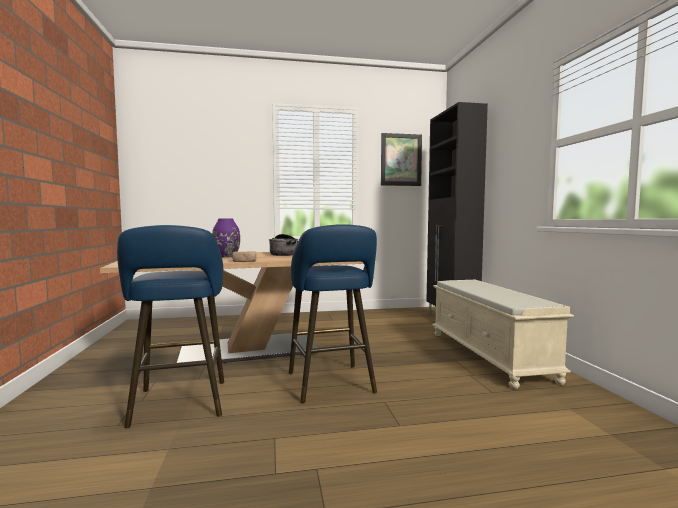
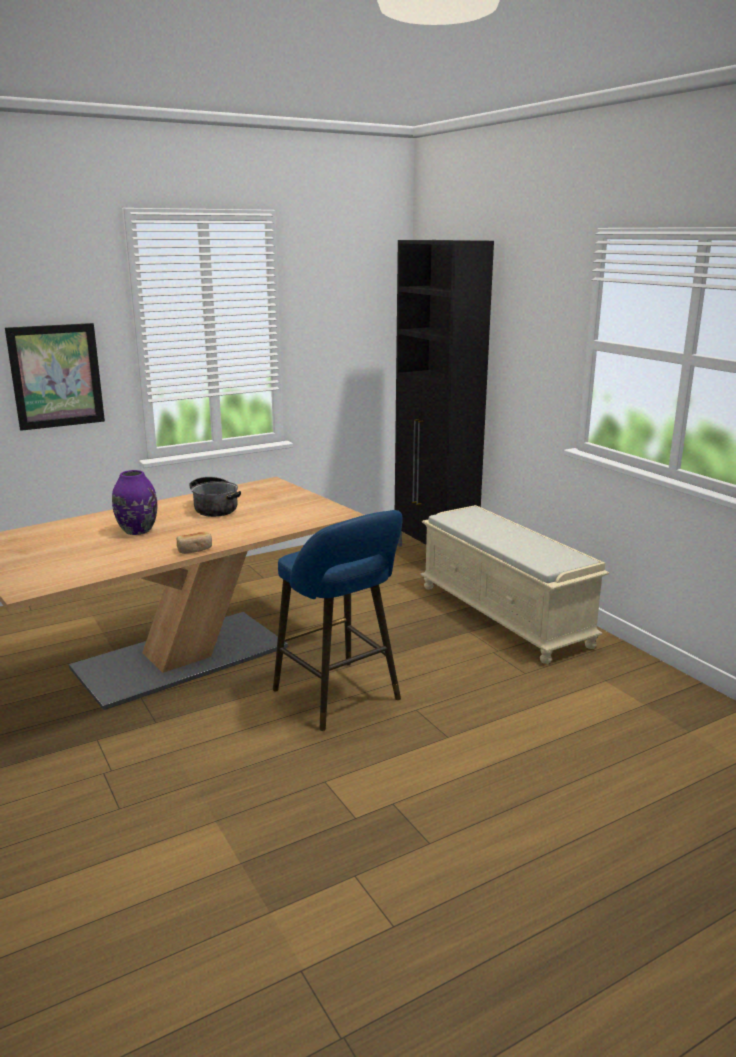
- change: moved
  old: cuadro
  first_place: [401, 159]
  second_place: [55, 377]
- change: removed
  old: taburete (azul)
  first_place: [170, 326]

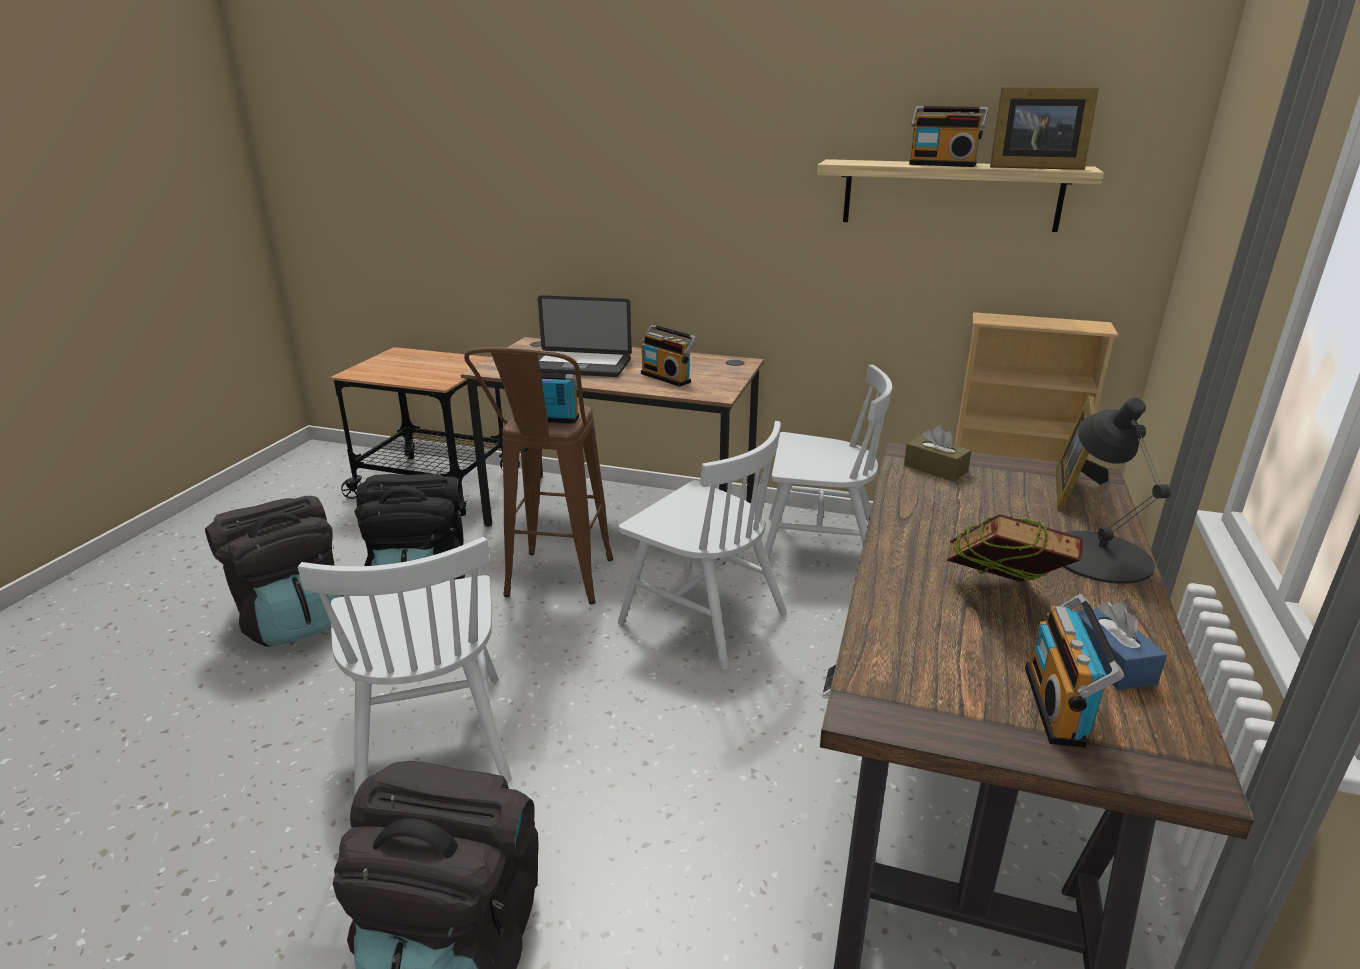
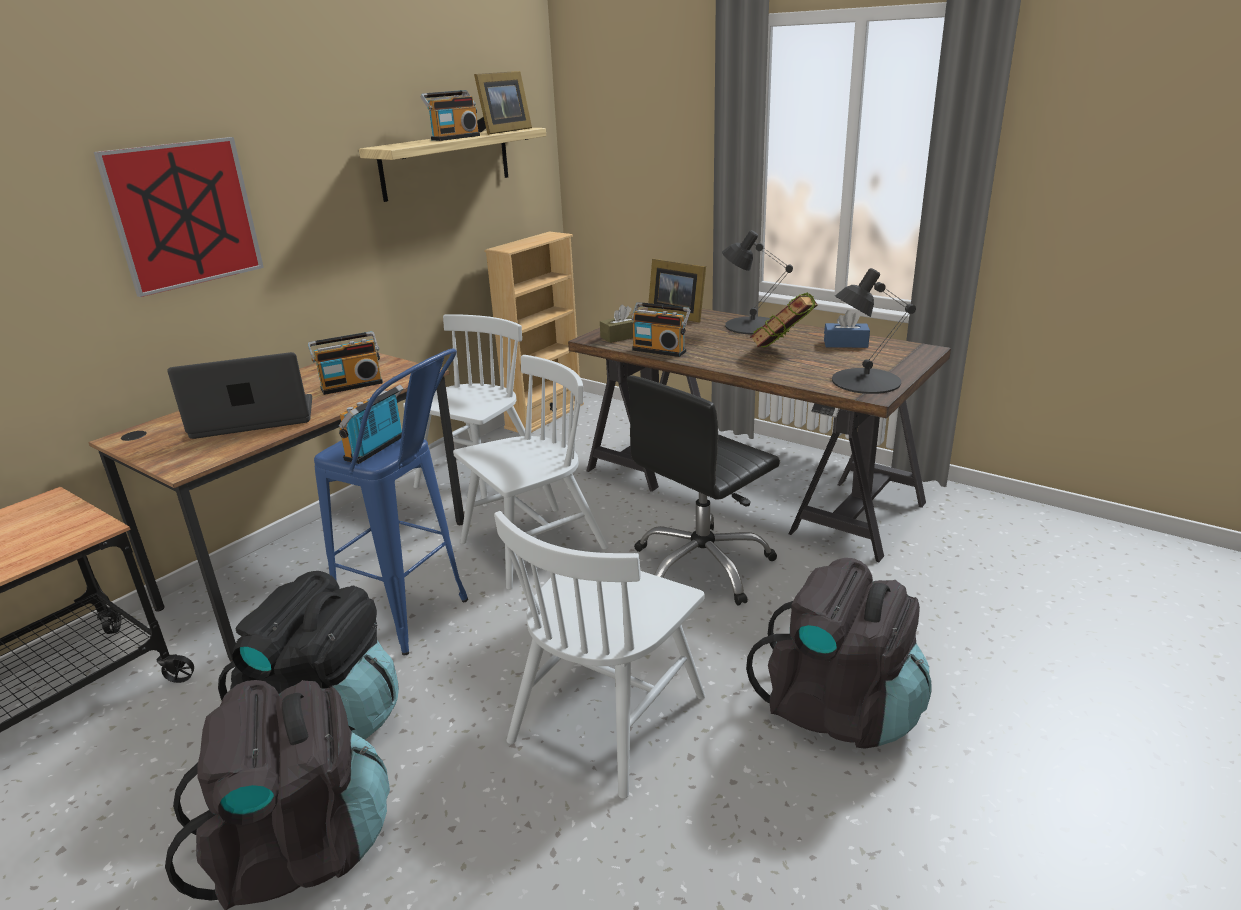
- change: turned
  old: portátil
  first_place: [585, 336]
  second_place: [239, 395]
  degrees: -135
- change: recoloured
  old: taburete (marrón)
  new: taburete (azul)
  first_place: [538, 475]
  second_place: [391, 501]
- change: turned
  old: silla (blanco)
  first_place: [405, 667]
  second_place: [600, 655]
  degrees: 120
- change: moved
  old: radio
  first_place: [1074, 671]
  second_place: [661, 329]
- change: added
  new: cuadro
  second_place: [179, 217]
- change: added
  new: lámpara de mesa (negro)
  second_place: [874, 331]
- change: added
  new: silla de oficina (negro)
  second_place: [703, 490]

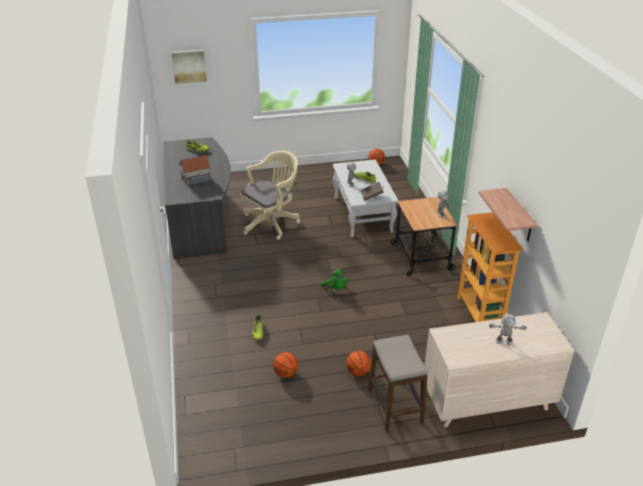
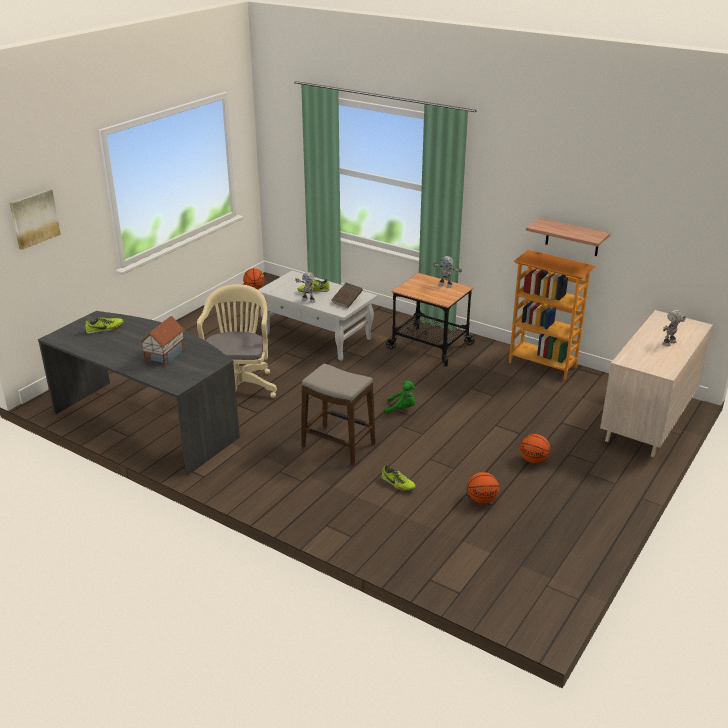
- change: moved
  old: taburete
  first_place: [398, 383]
  second_place: [338, 414]

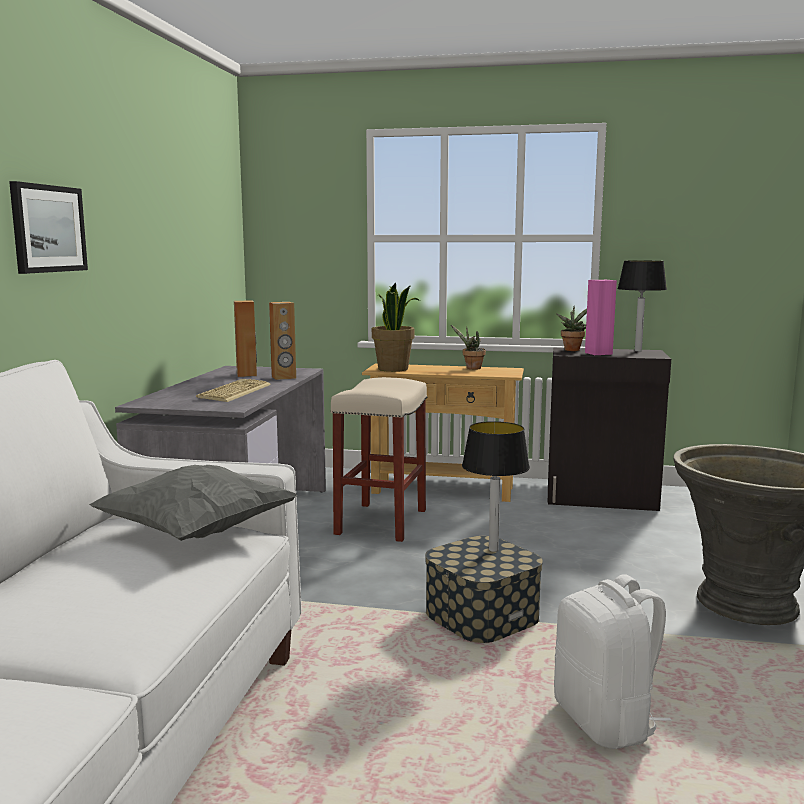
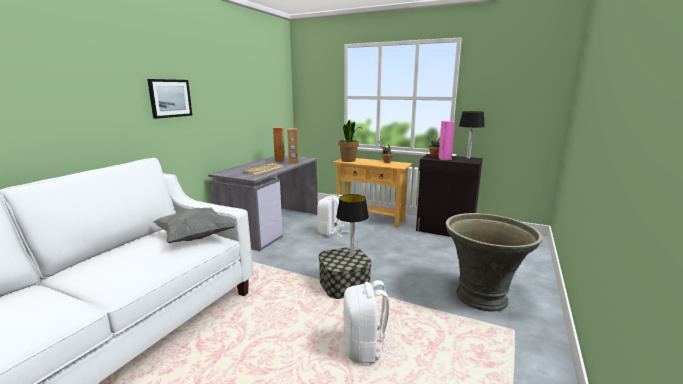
- change: replaced
  old: taburete (beis)
  new: mochila (blanco)
  first_place: [379, 459]
  second_place: [333, 215]

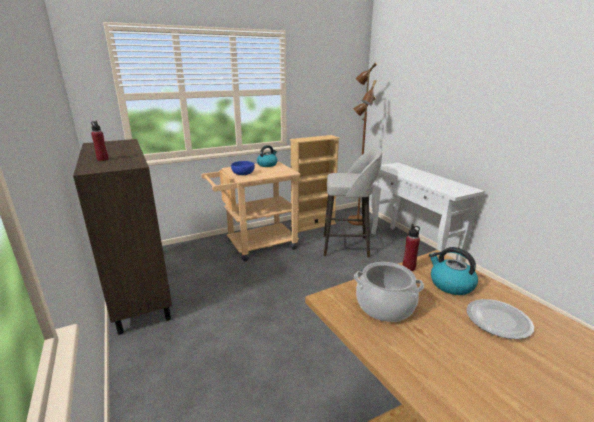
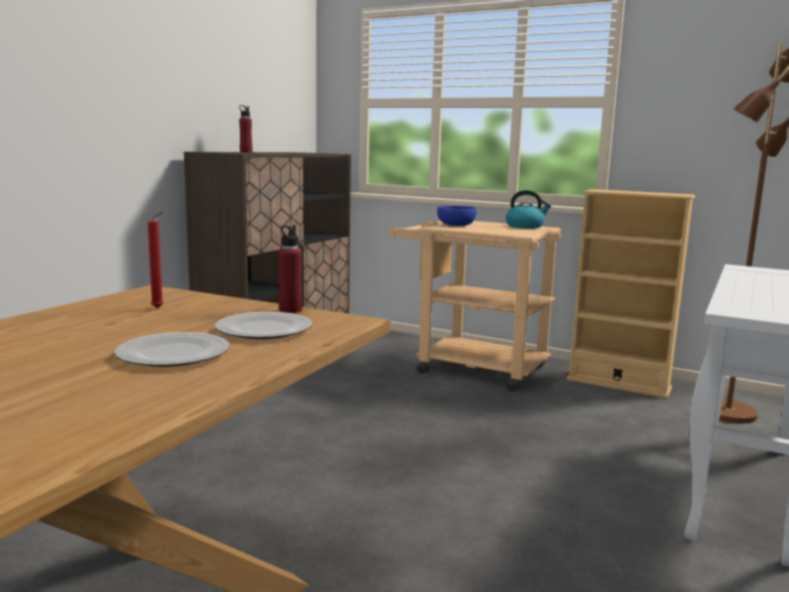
- change: removed
  old: taburete (gris)
  first_place: [353, 202]
- change: replaced
  old: hervidor
  new: plato
  first_place: [453, 271]
  second_place: [263, 325]
- change: replaced
  old: olla
  new: vela (rojo)
  first_place: [389, 292]
  second_place: [155, 260]

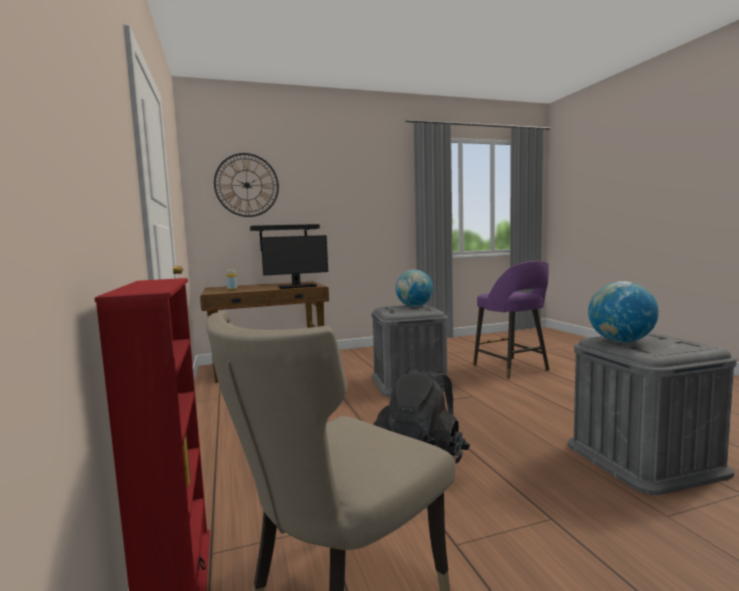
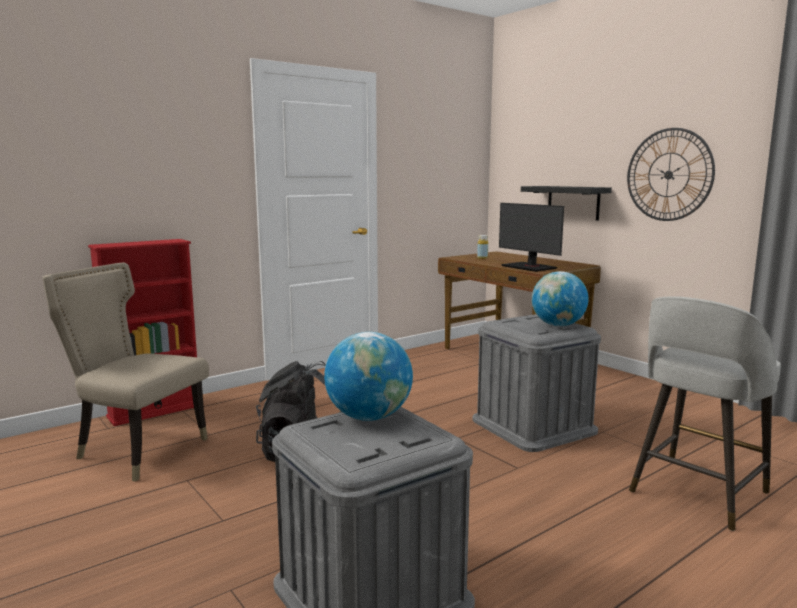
- change: moved
  old: reloj de pared
  first_place: [246, 185]
  second_place: [671, 174]
- change: recoloured
  old: taburete (morado)
  new: taburete (gris)
  first_place: [511, 320]
  second_place: [705, 413]

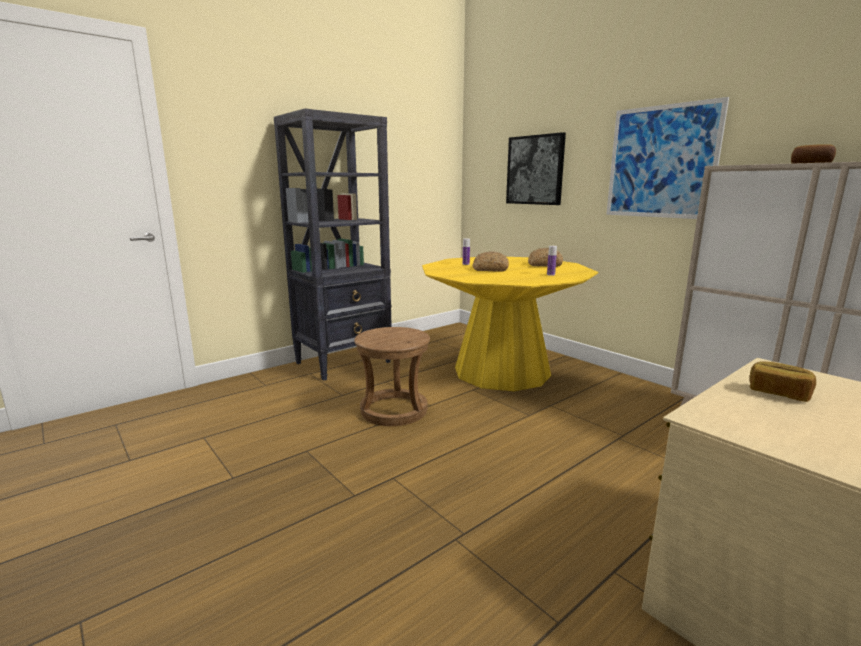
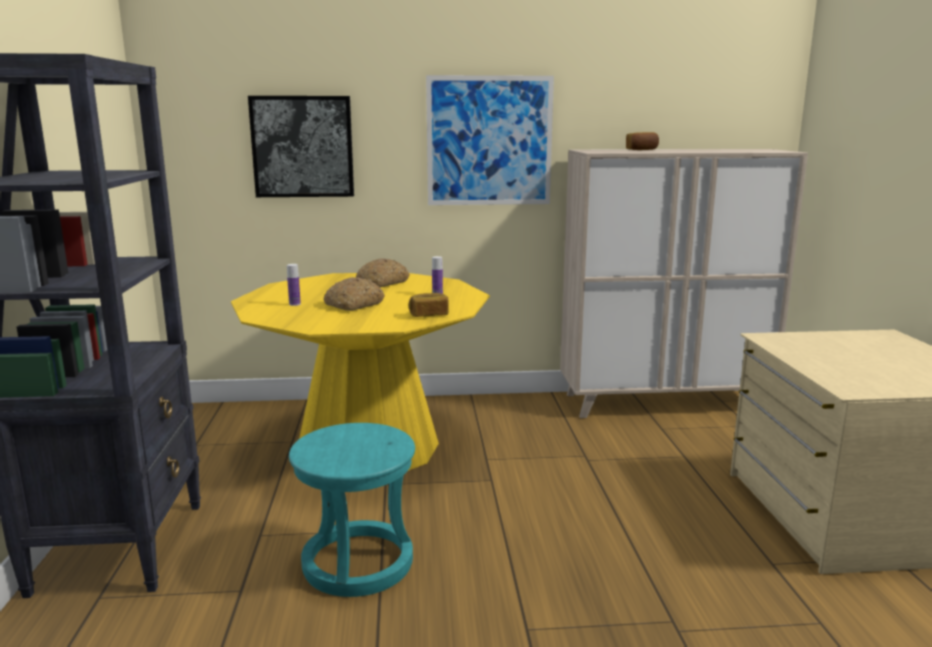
- change: recoloured
  old: taburete (marrón)
  new: taburete (turquesa)
  first_place: [392, 376]
  second_place: [352, 510]
- change: moved
  old: pan
  first_place: [783, 381]
  second_place: [429, 305]

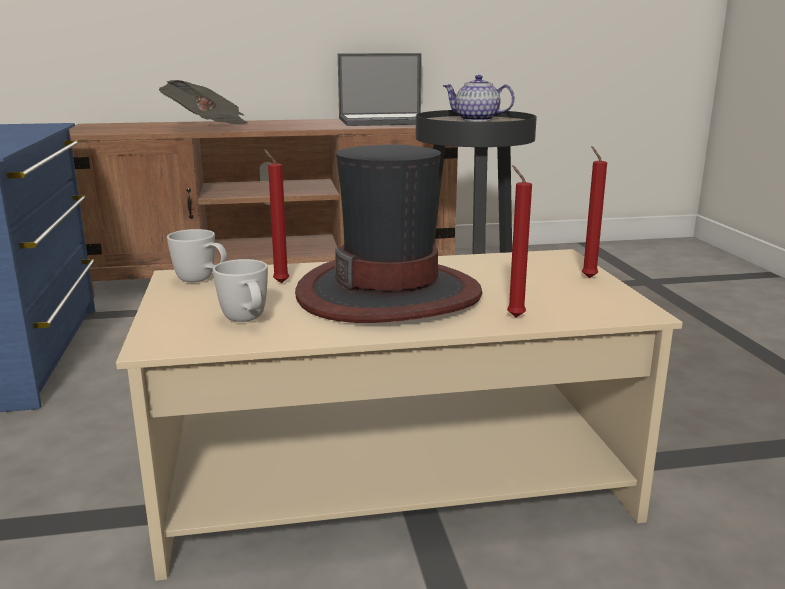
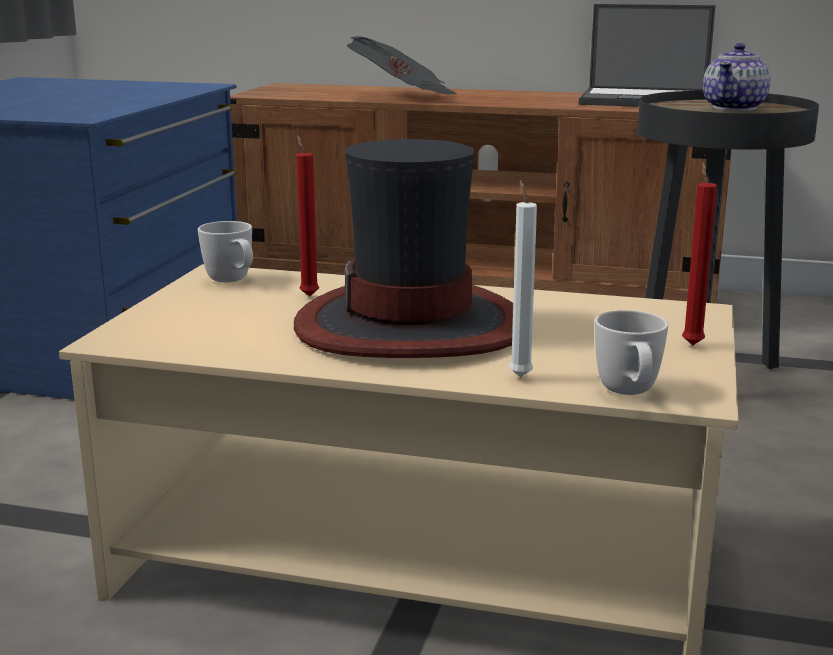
- change: turned
  old: tetera
  first_place: [479, 98]
  second_place: [737, 77]
  degrees: -105
- change: recoloured
  old: vela (rojo)
  new: vela (blanco)
  first_place: [519, 241]
  second_place: [523, 278]
- change: moved
  old: taza grande (blanco)
  first_place: [240, 290]
  second_place: [631, 352]

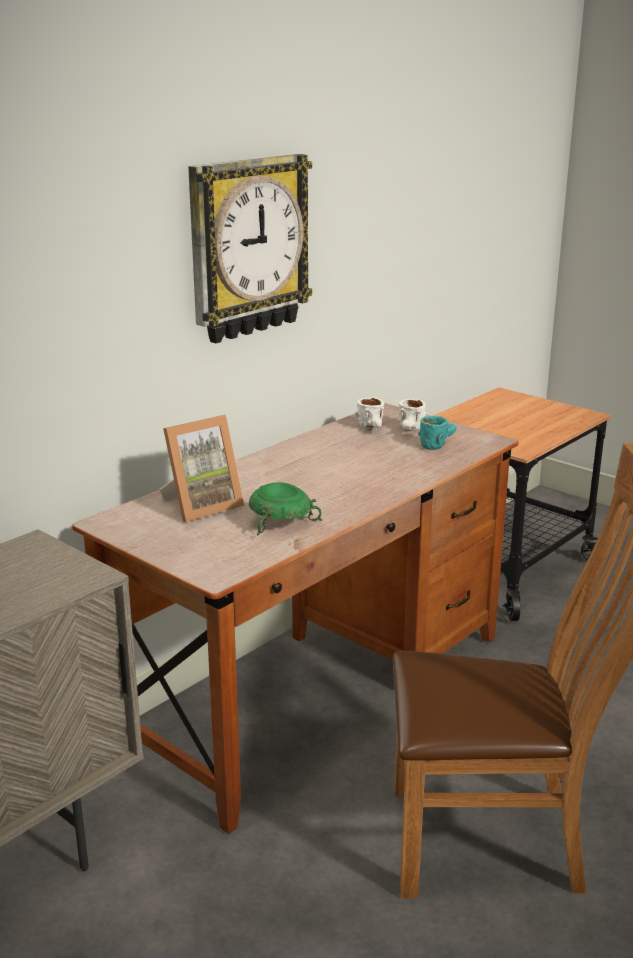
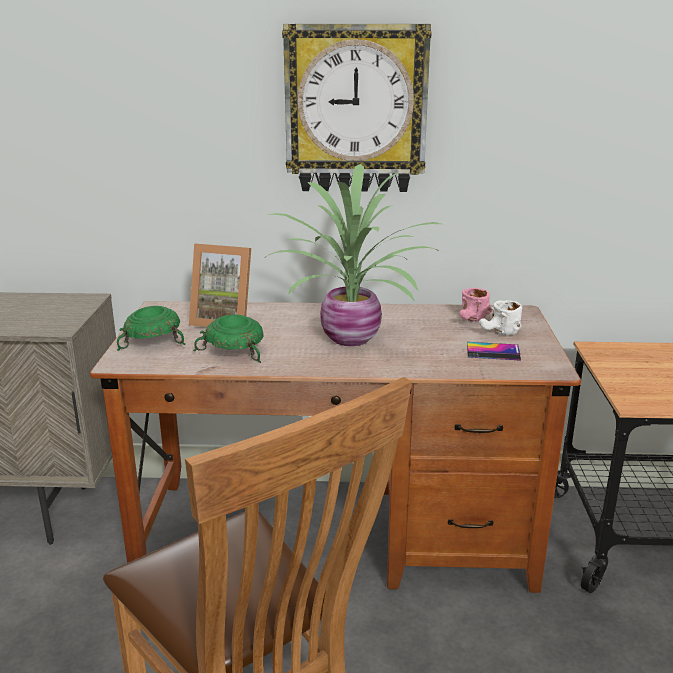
- change: recoloured
  old: taza grande (blanco)
  new: taza grande (rosa)
  first_place: [369, 413]
  second_place: [475, 305]
- change: replaced
  old: taza grande (turquesa)
  new: móvil
  first_place: [437, 433]
  second_place: [494, 351]
- change: added
  new: planta en maceta
  second_place: [352, 255]
- change: added
  new: cuenco (verde)
  second_place: [151, 328]

